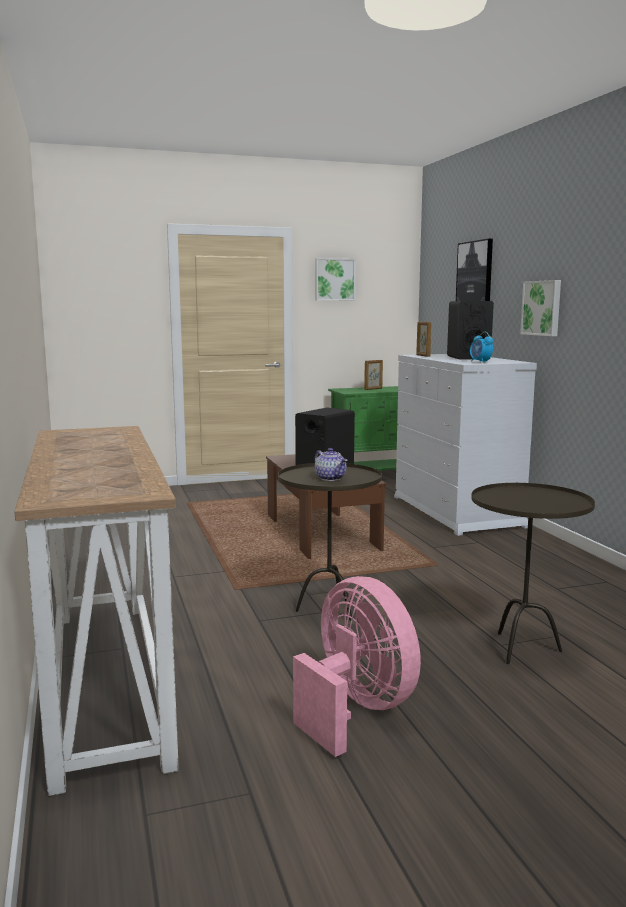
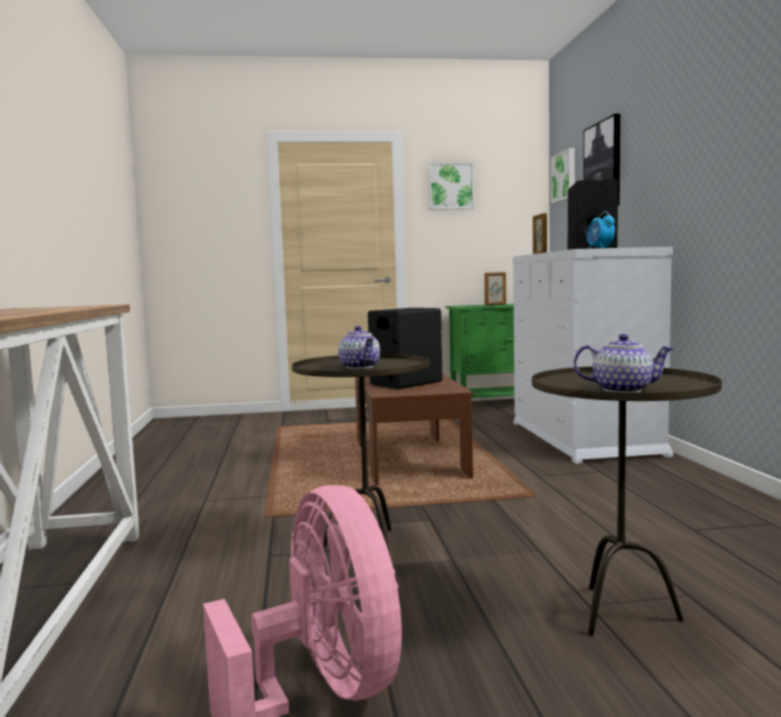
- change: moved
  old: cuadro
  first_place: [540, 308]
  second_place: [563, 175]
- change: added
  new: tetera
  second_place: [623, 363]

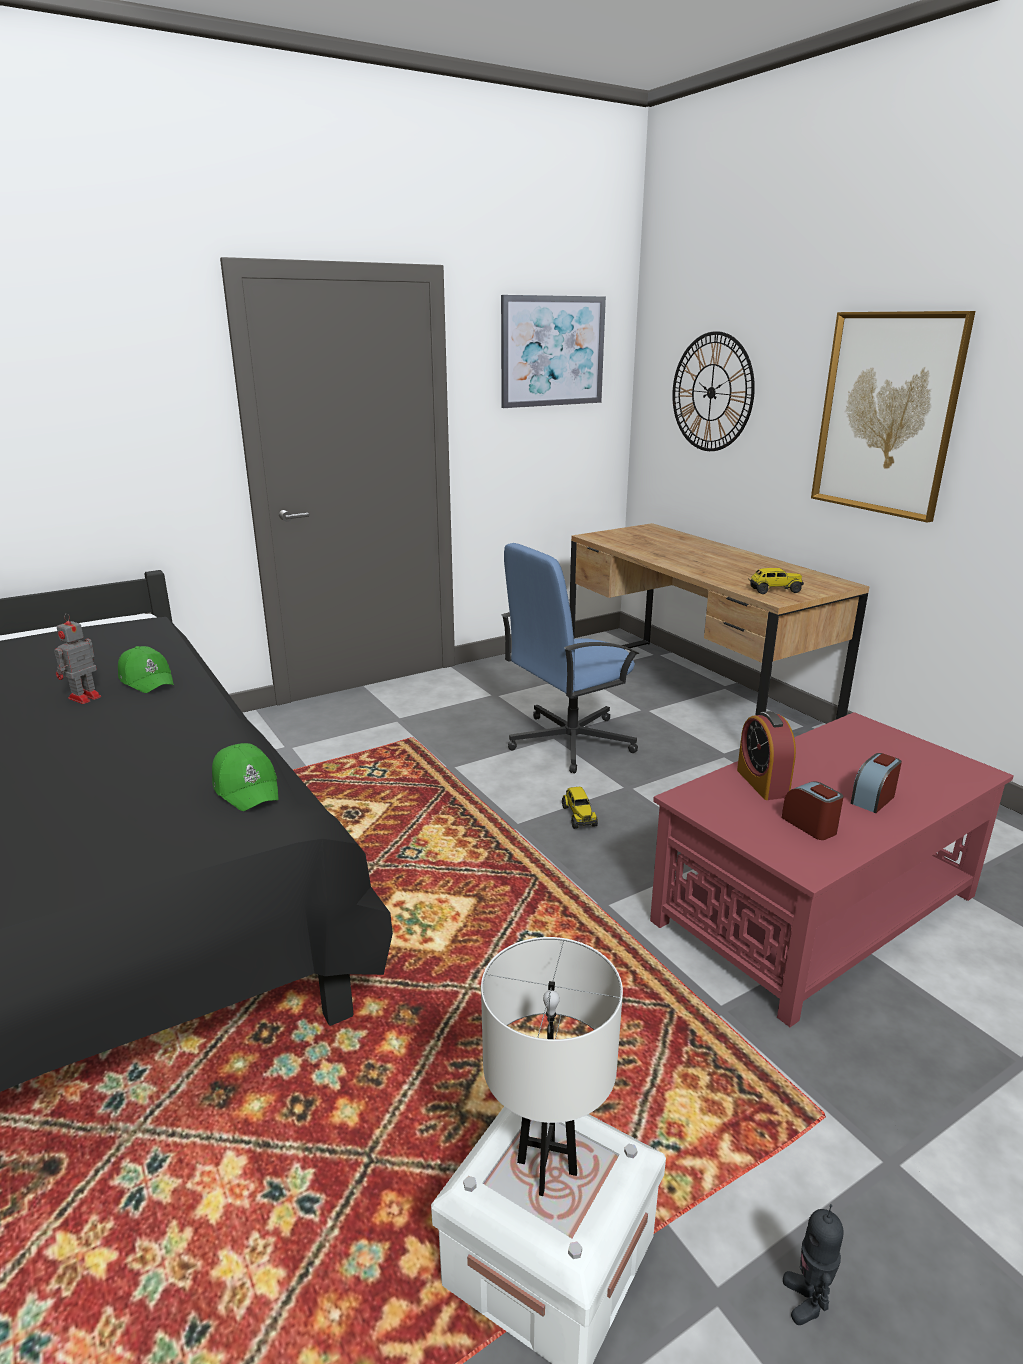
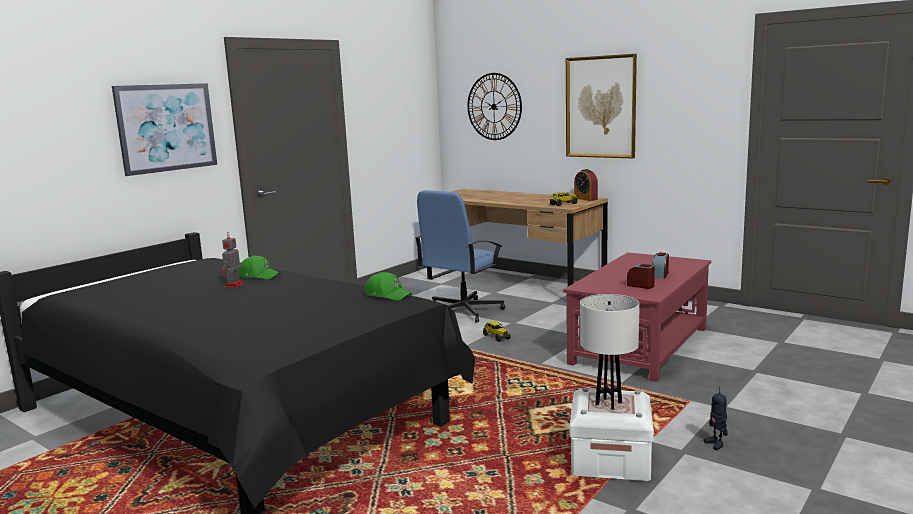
- change: moved
  old: cuadro
  first_place: [553, 351]
  second_place: [164, 129]
- change: moved
  old: despertador
  first_place: [766, 755]
  second_place: [586, 185]

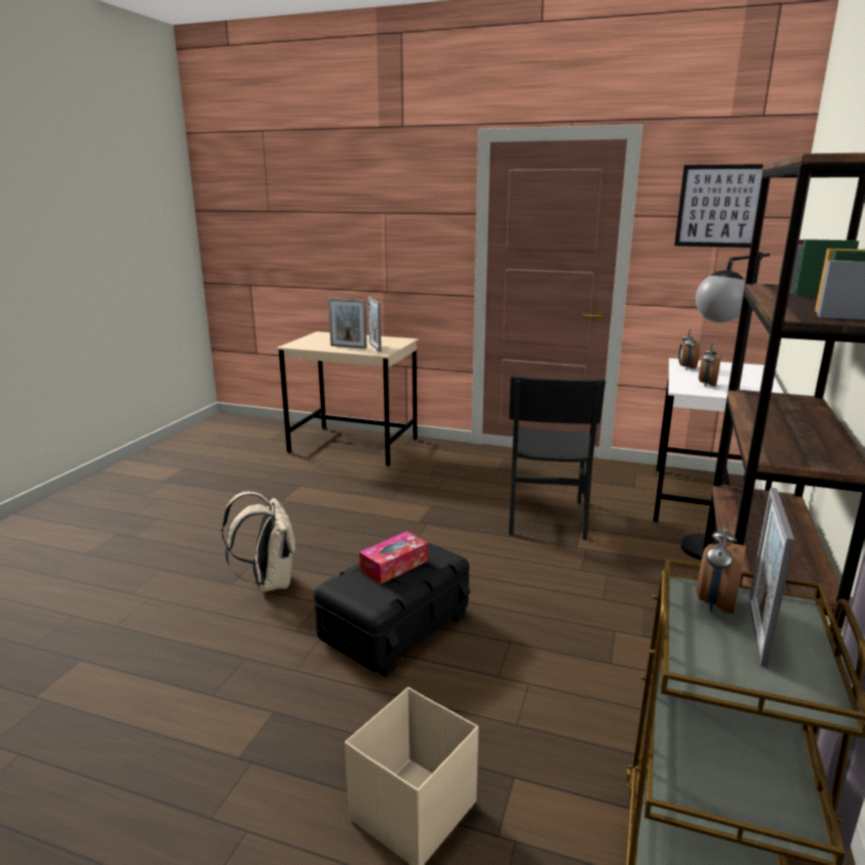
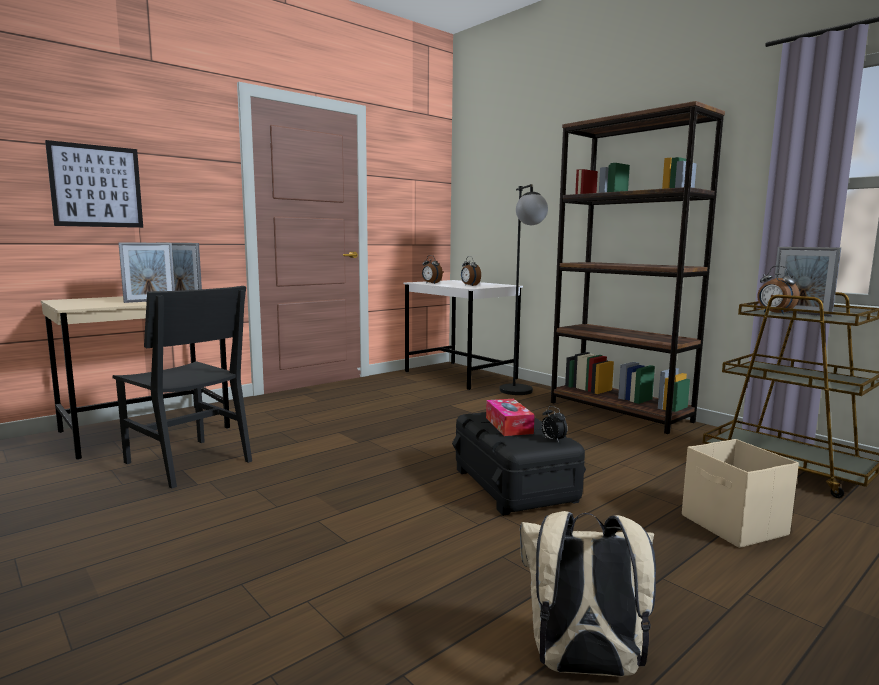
- change: moved
  old: cuadro
  first_place: [718, 206]
  second_place: [94, 184]
- change: moved
  old: silla (negro)
  first_place: [557, 457]
  second_place: [182, 387]
- change: moved
  old: mochila (beis)
  first_place: [258, 542]
  second_place: [588, 594]
- change: added
  new: despertador
  second_place: [554, 424]

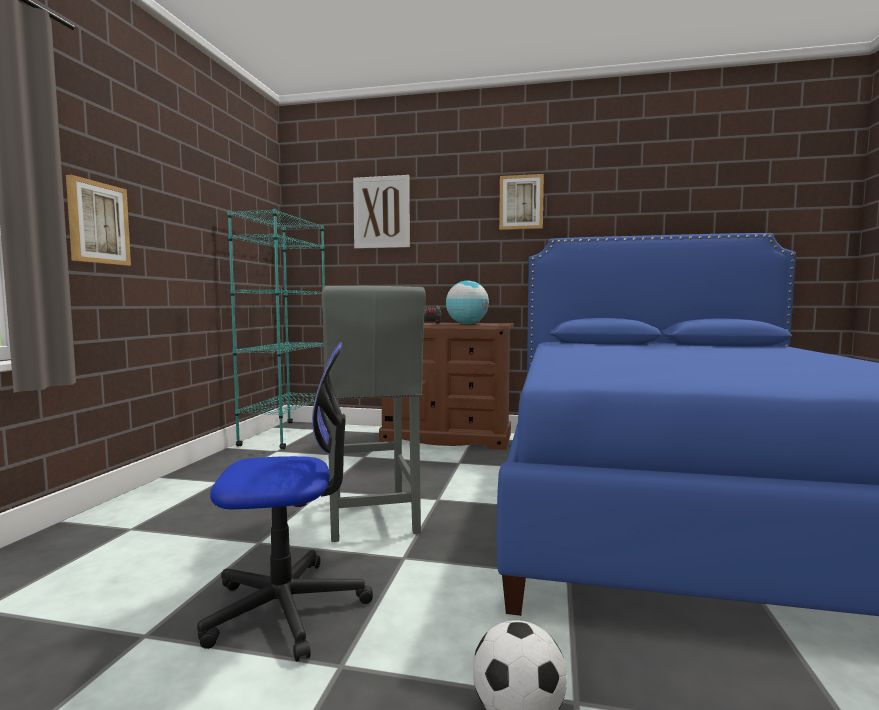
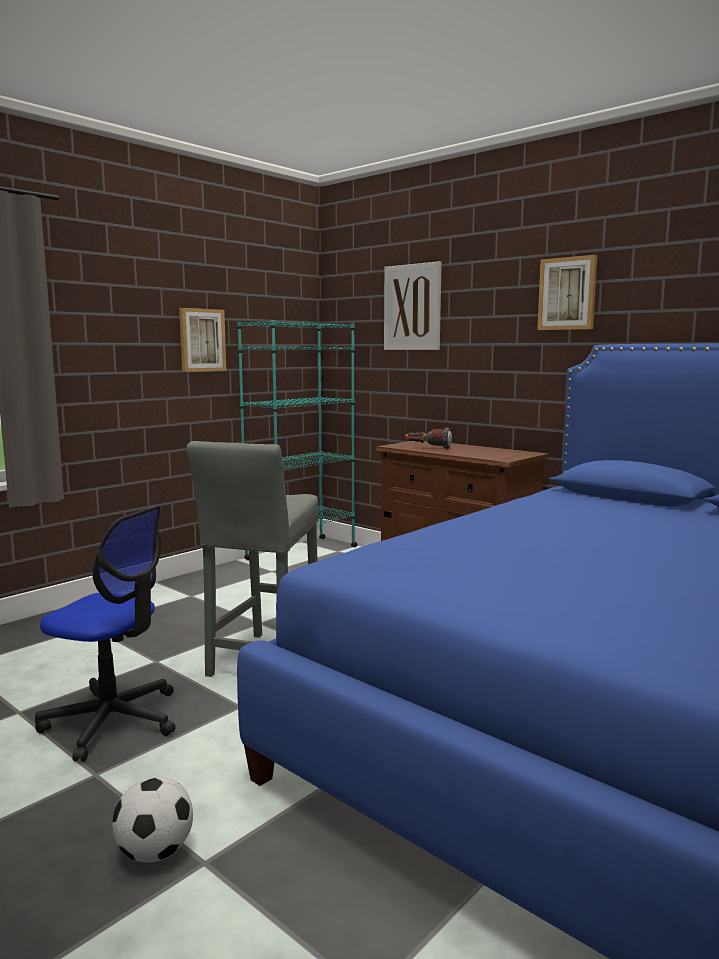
- change: moved
  old: cuadro
  first_place: [98, 220]
  second_place: [202, 340]
- change: removed
  old: globo terráqueo
  first_place: [467, 302]

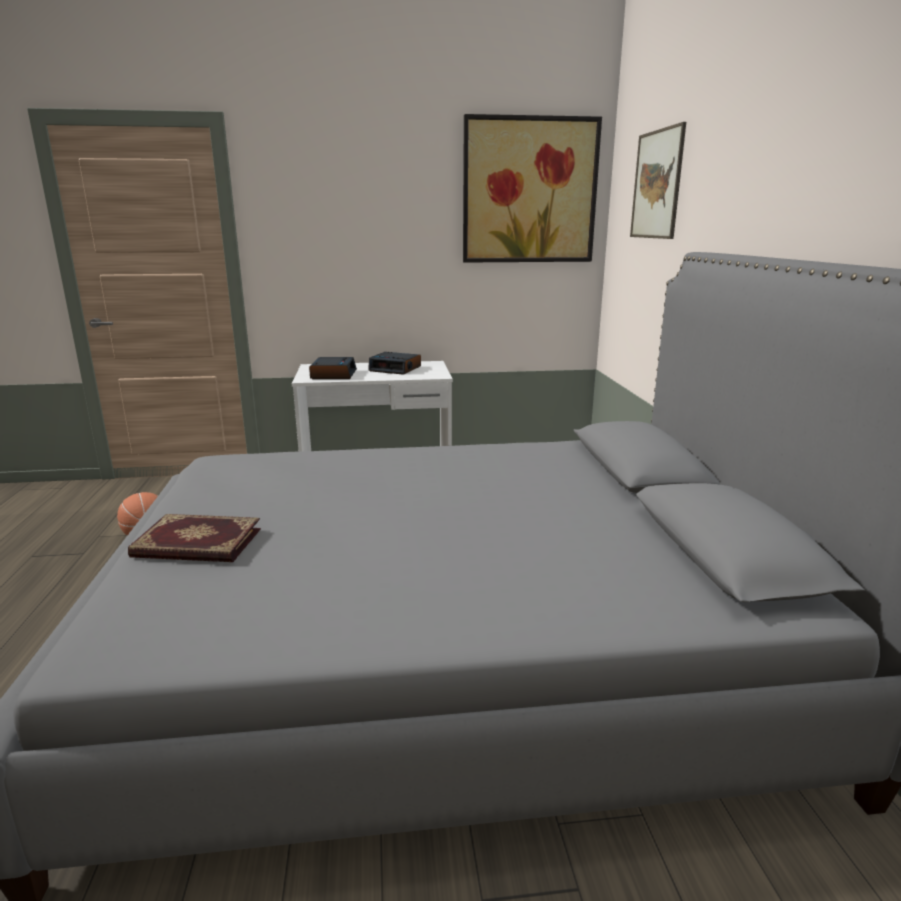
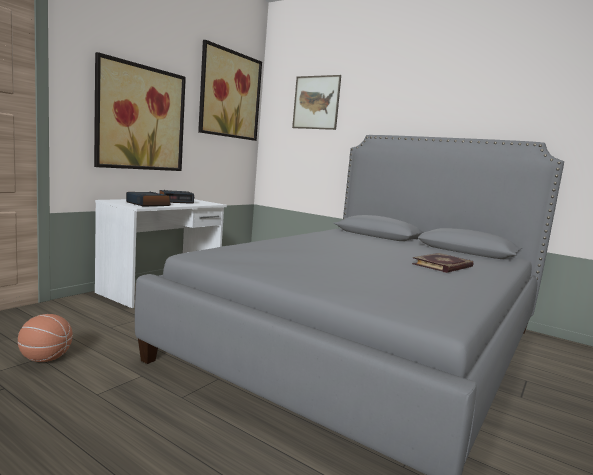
- change: moved
  old: libro
  first_place: [194, 538]
  second_place: [443, 263]
- change: added
  new: cuadro
  second_place: [140, 111]

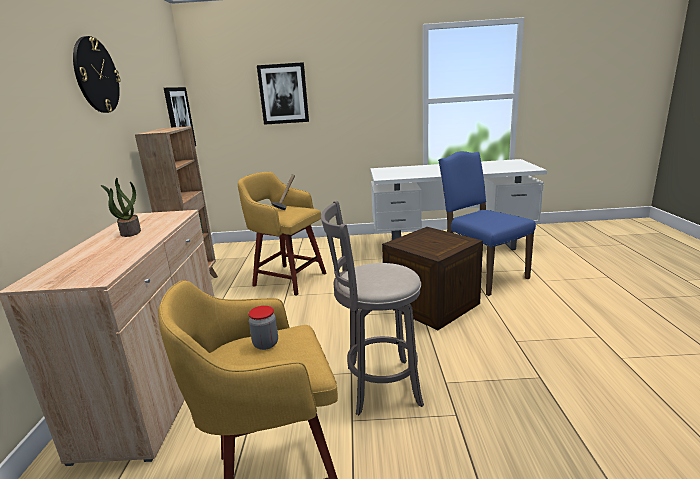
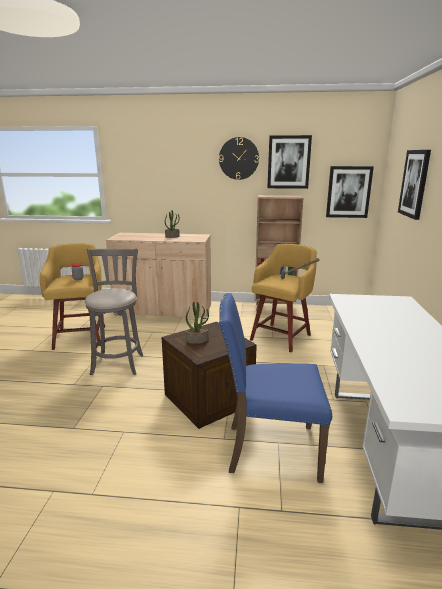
- change: turned
  old: silla (azul)
  first_place: [487, 223]
  second_place: [275, 388]
  degrees: -150
- change: added
  new: cuadro
  second_place: [289, 162]
- change: added
  new: planta en maceta
  second_place: [197, 323]

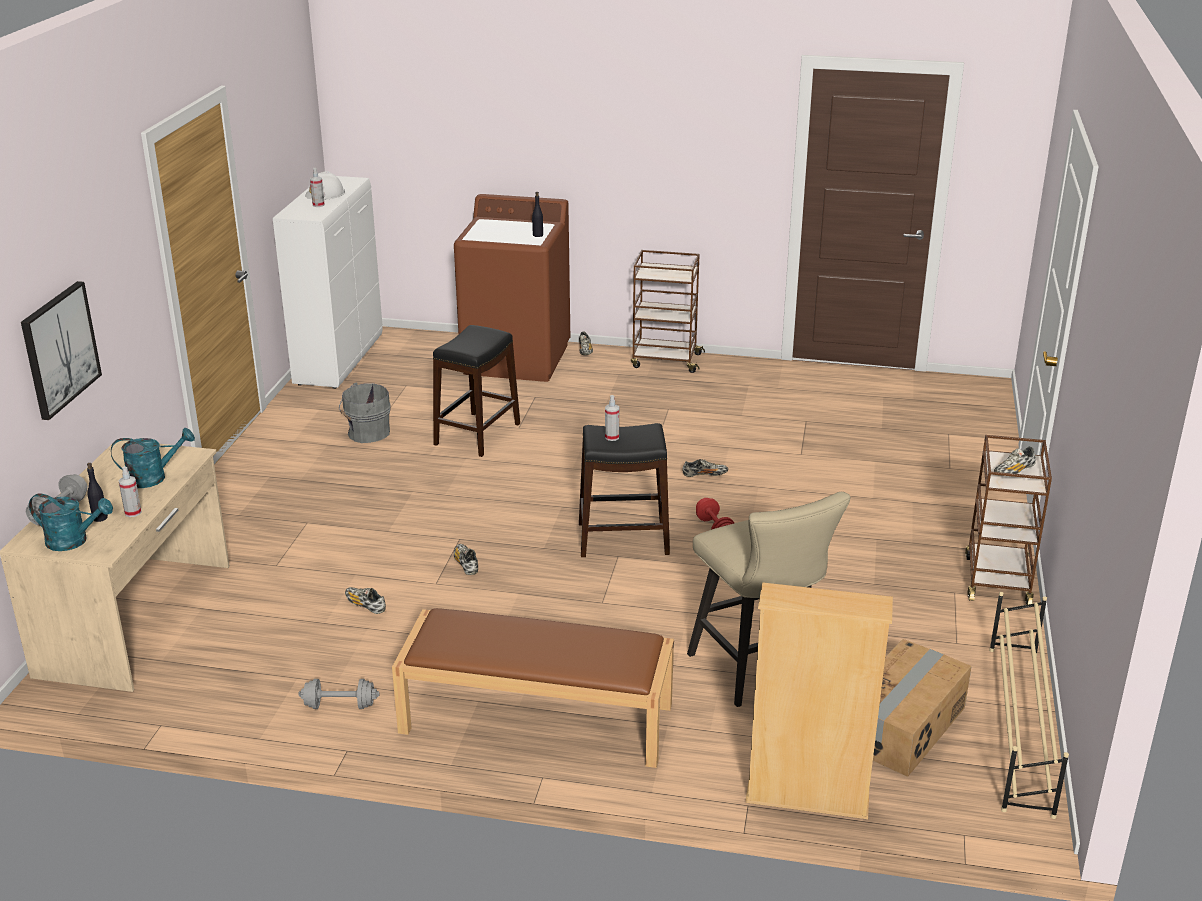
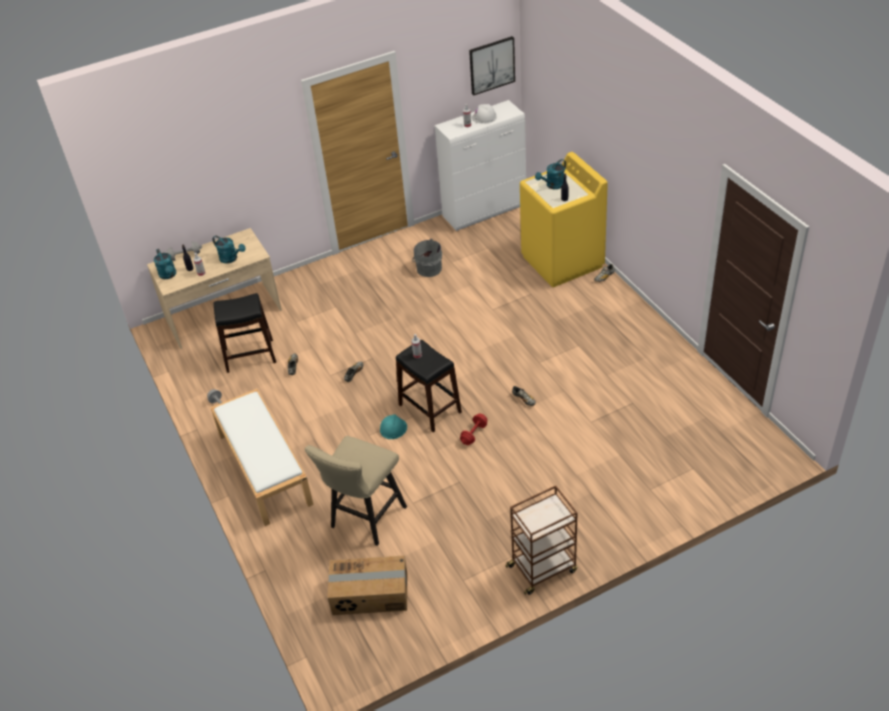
- change: recoloured
  old: lavadora (marrón)
  new: lavadora (amarillo)
  first_place: [512, 288]
  second_place: [564, 219]
- change: removed
  old: carrito (marrón)
  first_place: [668, 311]
- change: moved
  old: cuadro
  first_place: [61, 350]
  second_place: [492, 66]
- change: moved
  old: taburete (negro)
  first_place: [476, 391]
  second_place: [244, 333]
- change: removed
  old: zapato
  first_place: [1015, 460]
- change: removed
  old: estantería (beis)
  first_place: [819, 700]
- change: removed
  old: zapatero (beis)
  first_place: [1029, 705]
- change: recoloured
  old: banco (marrón)
  new: banco (blanco)
  first_place: [533, 688]
  second_place: [262, 457]
- change: added
  new: regadera (turquesa)
  second_place: [550, 174]
- change: added
  new: casco (turquesa)
  second_place: [393, 426]

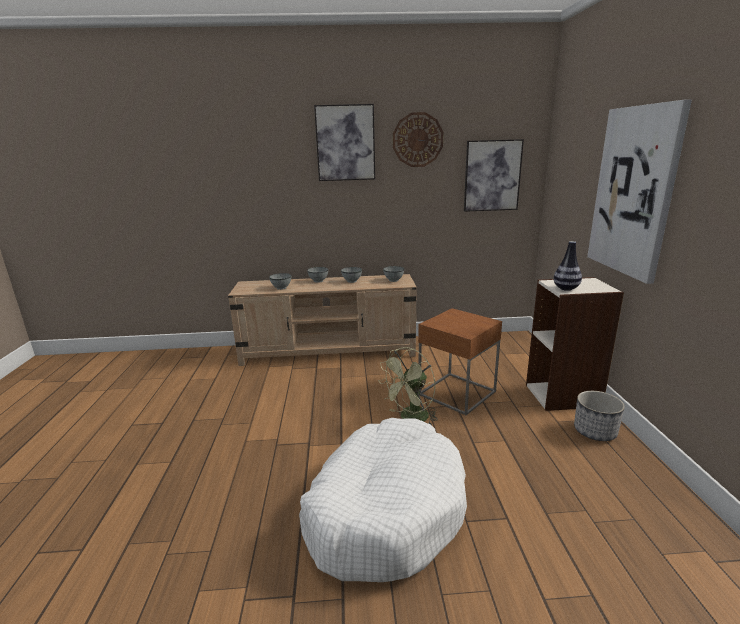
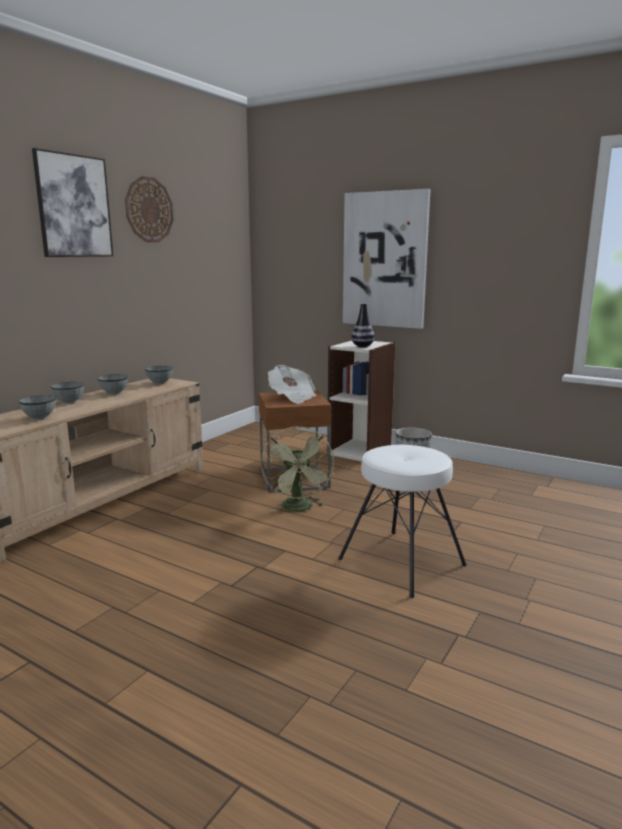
- change: removed
  old: cuadro
  first_place: [494, 175]
- change: replaced
  old: cama para perro (blanco)
  new: taburete (blanco)
  first_place: [383, 500]
  second_place: [402, 521]
- change: added
  new: periódico
  second_place: [292, 384]

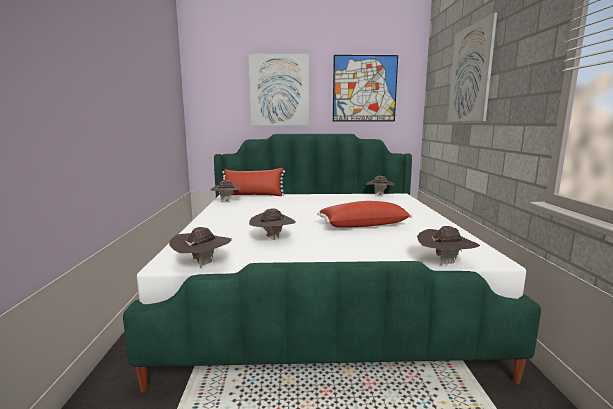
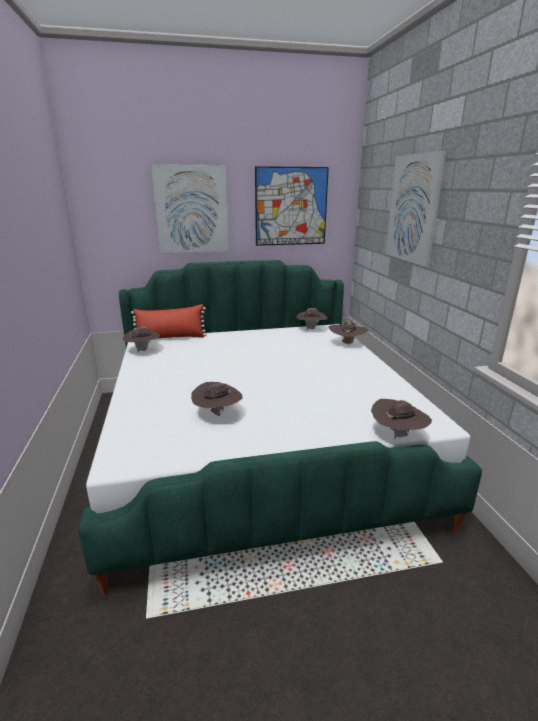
- change: removed
  old: cojín (rojo)
  first_place: [364, 214]
- change: moved
  old: sombrero (marrón)
  first_place: [200, 247]
  second_place: [348, 333]

